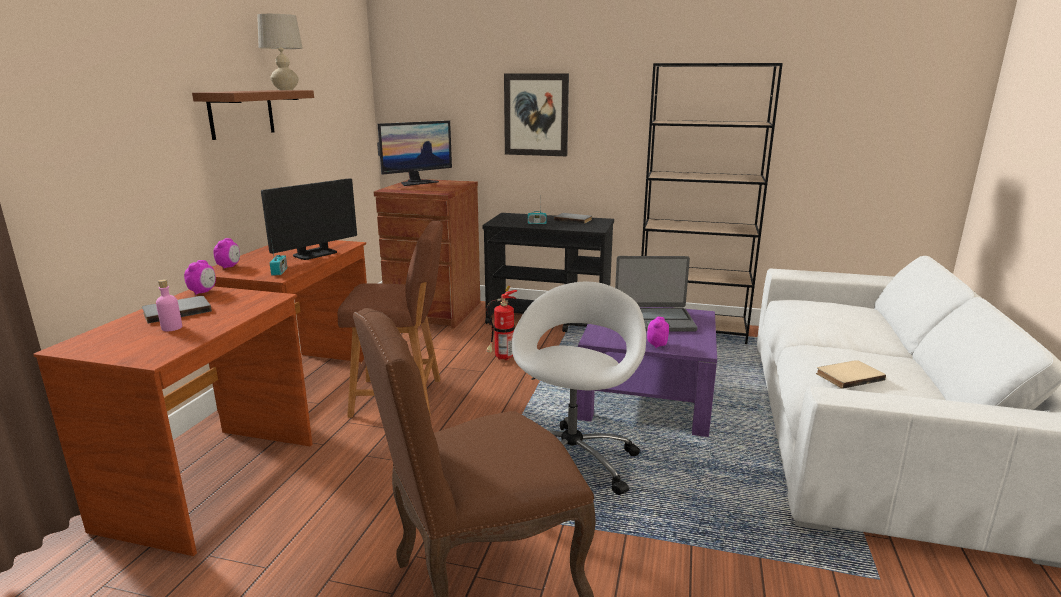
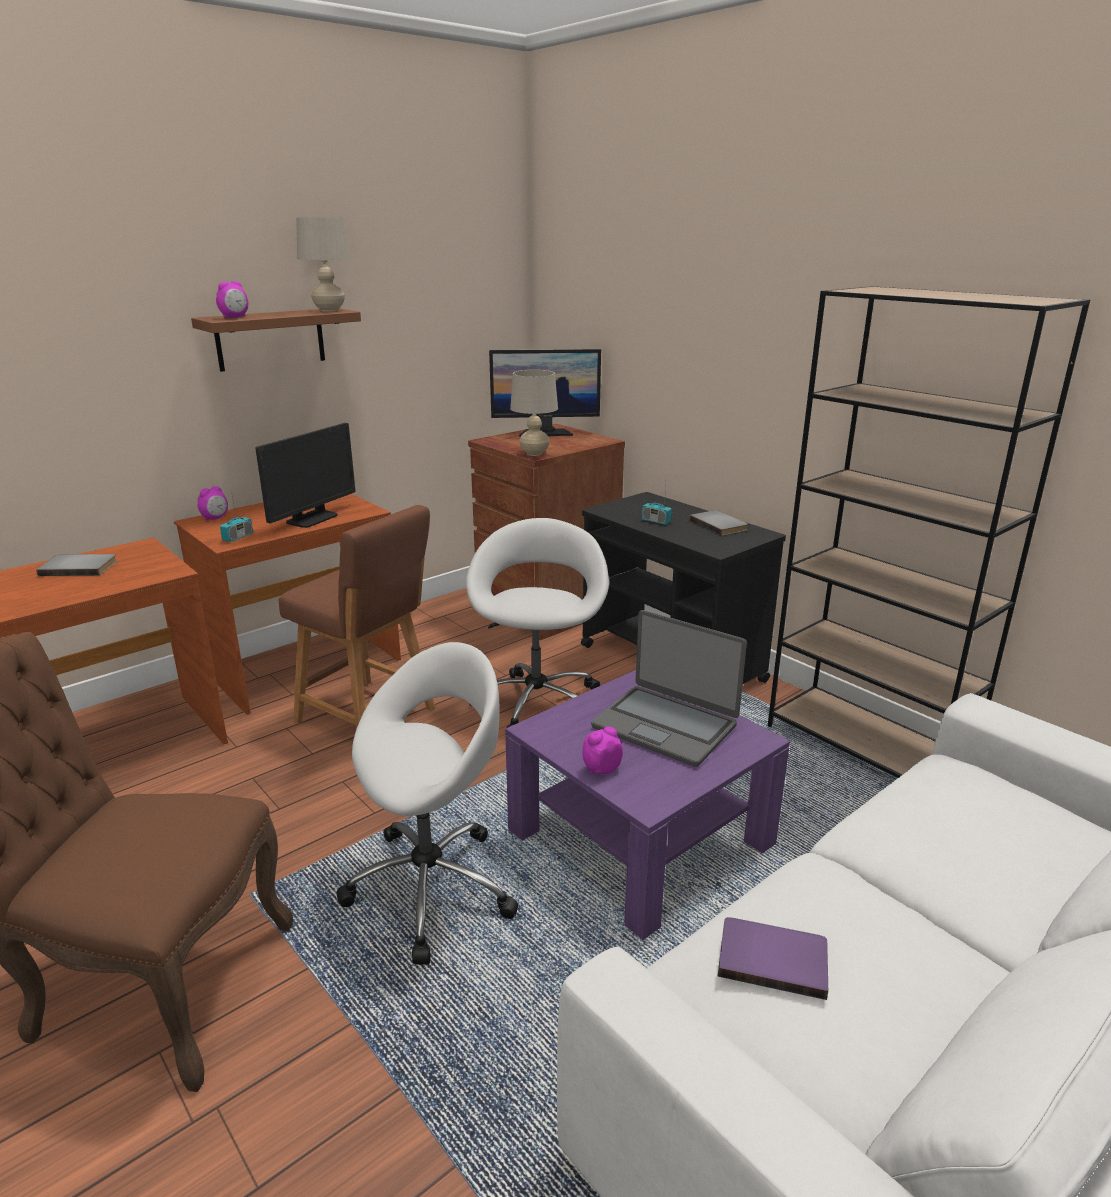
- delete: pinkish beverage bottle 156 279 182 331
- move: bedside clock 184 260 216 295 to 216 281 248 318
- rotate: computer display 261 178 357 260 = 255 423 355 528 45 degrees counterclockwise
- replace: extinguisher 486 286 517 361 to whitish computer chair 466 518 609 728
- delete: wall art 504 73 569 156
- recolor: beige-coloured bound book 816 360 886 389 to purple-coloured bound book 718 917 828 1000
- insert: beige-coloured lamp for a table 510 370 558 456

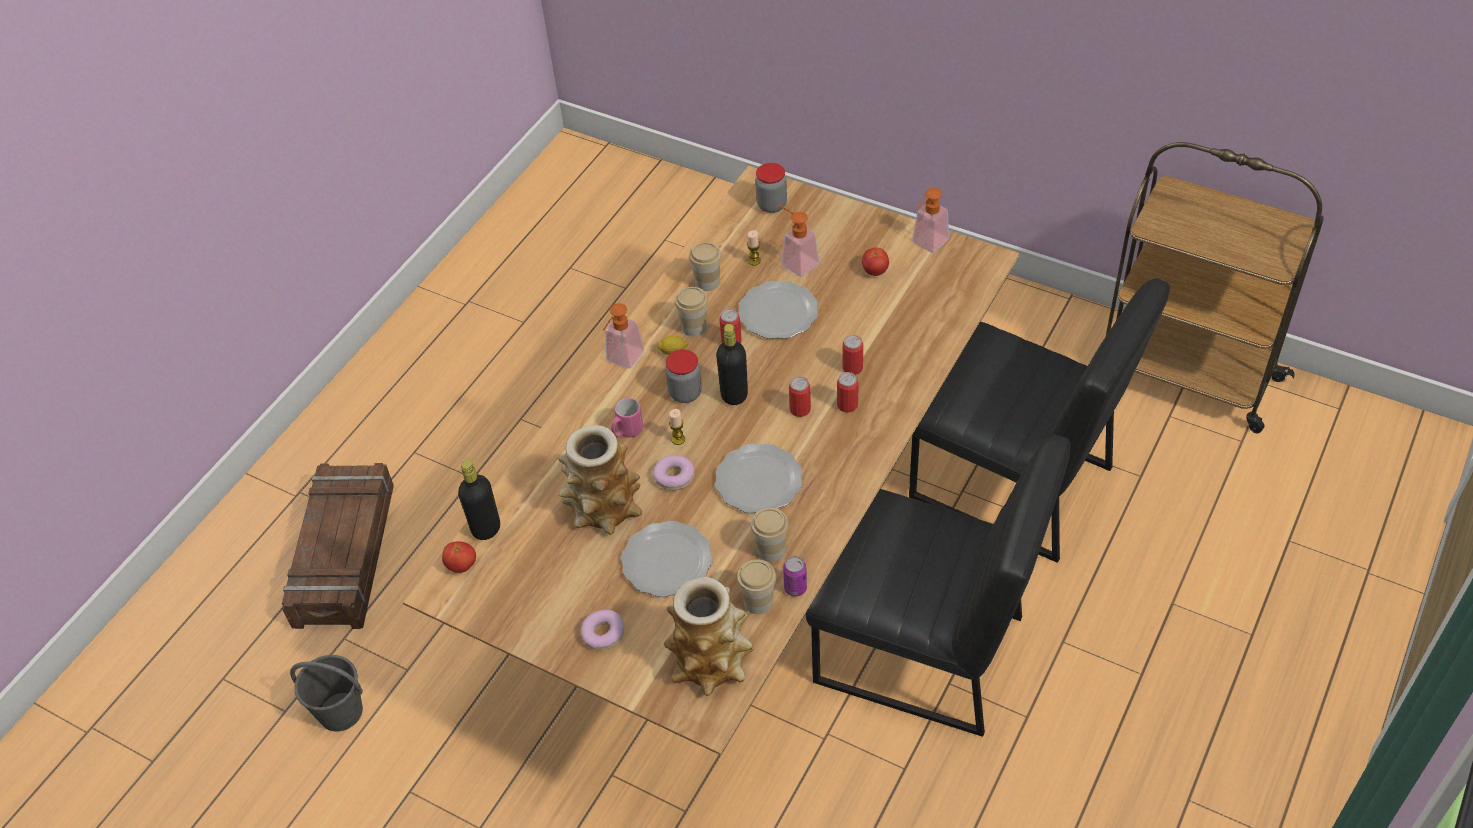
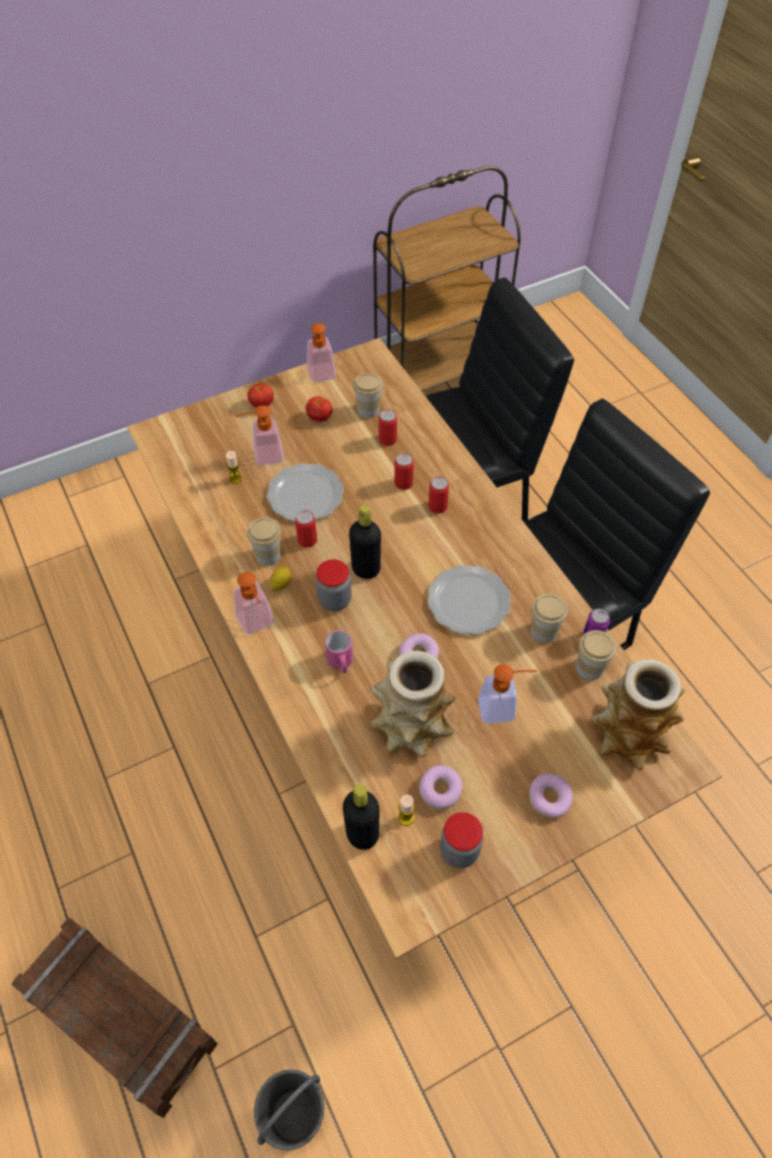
- move: whole tomato 442 541 476 573 to 247 383 274 408
- replace: flat dish 621 521 713 597 to soap bottle 478 664 537 724
- move: wax light 669 409 685 445 to 398 794 415 826
- move: cup 689 242 722 291 to 353 373 383 418
- move: jar 755 163 787 213 to 440 812 483 868
- move: can 789 376 811 417 to 379 409 397 446
- insert: ring doughnut 419 765 462 810

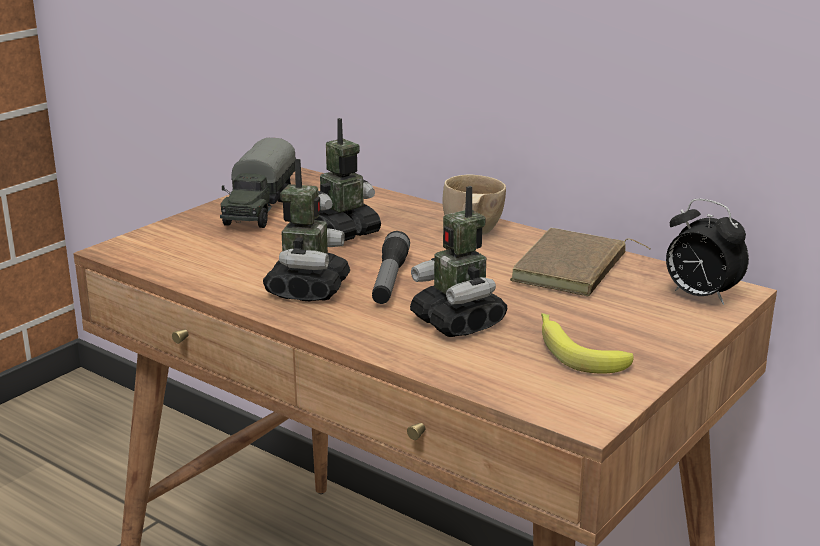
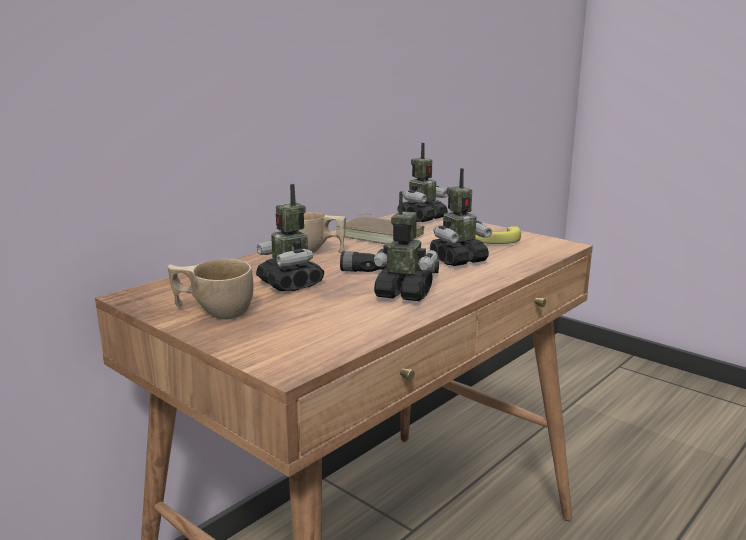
- replace: toy truck 220 138 296 228 to beige-coloured cup 167 259 253 319
- replace: bedside clock 666 199 749 305 to model robot 397 143 448 222

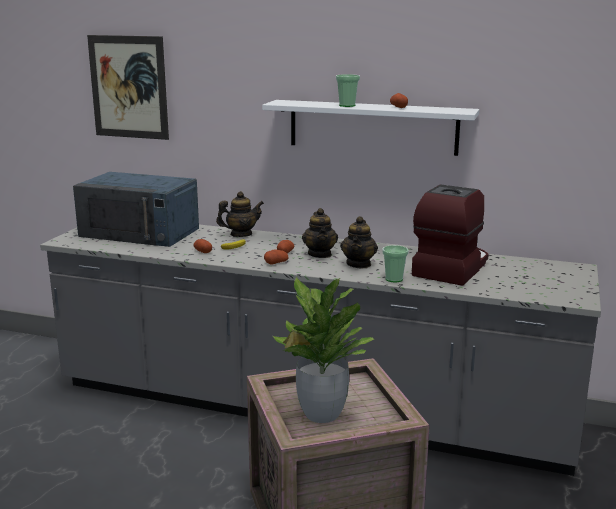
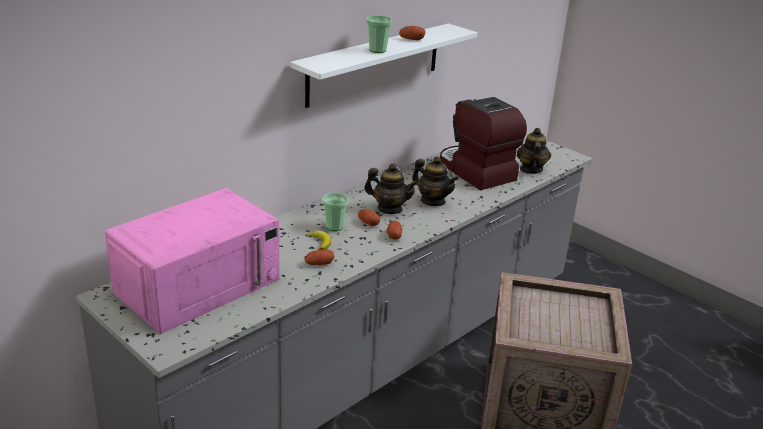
- recolor: bluish microwave oven 73 172 199 247 to pinkish microwave oven 105 188 280 334
- delete: wall art 87 35 169 140
- move: tea pot 216 191 264 237 to 517 128 551 174
- delete: plant in a pot 272 277 374 423
- move: cup 382 245 409 282 to 322 193 349 231

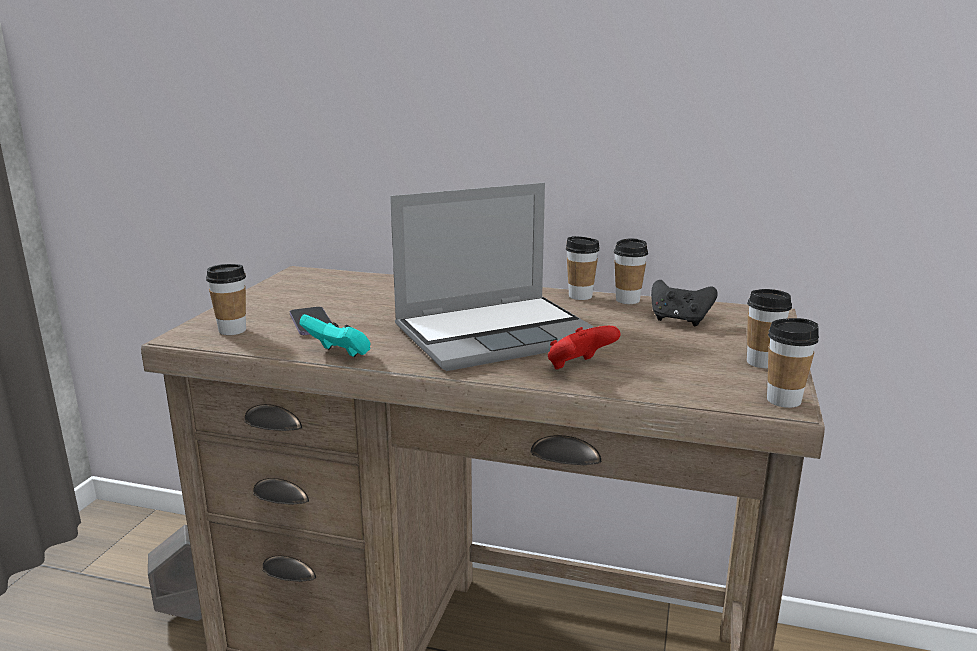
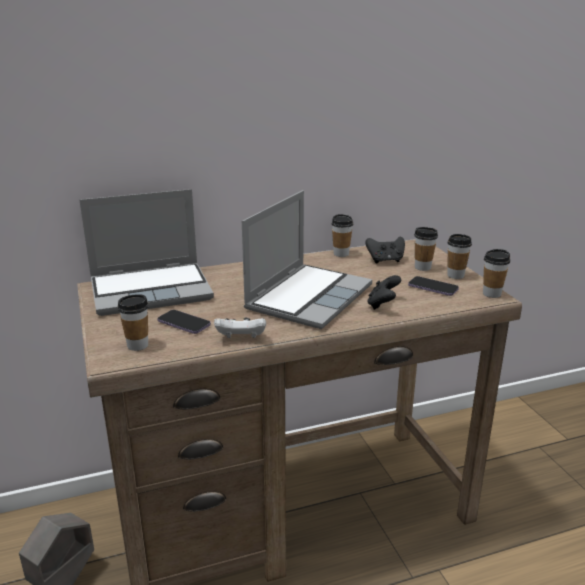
- recolor: turquoise gamepad 299 314 371 357 to whitish gamepad 214 318 266 338
- recolor: reddish gamepad 548 326 621 369 to black gamepad 367 275 401 310
- move: cup 566 236 600 300 to 414 227 438 271
- insert: laptop 79 189 214 316
- insert: handset 408 276 459 296

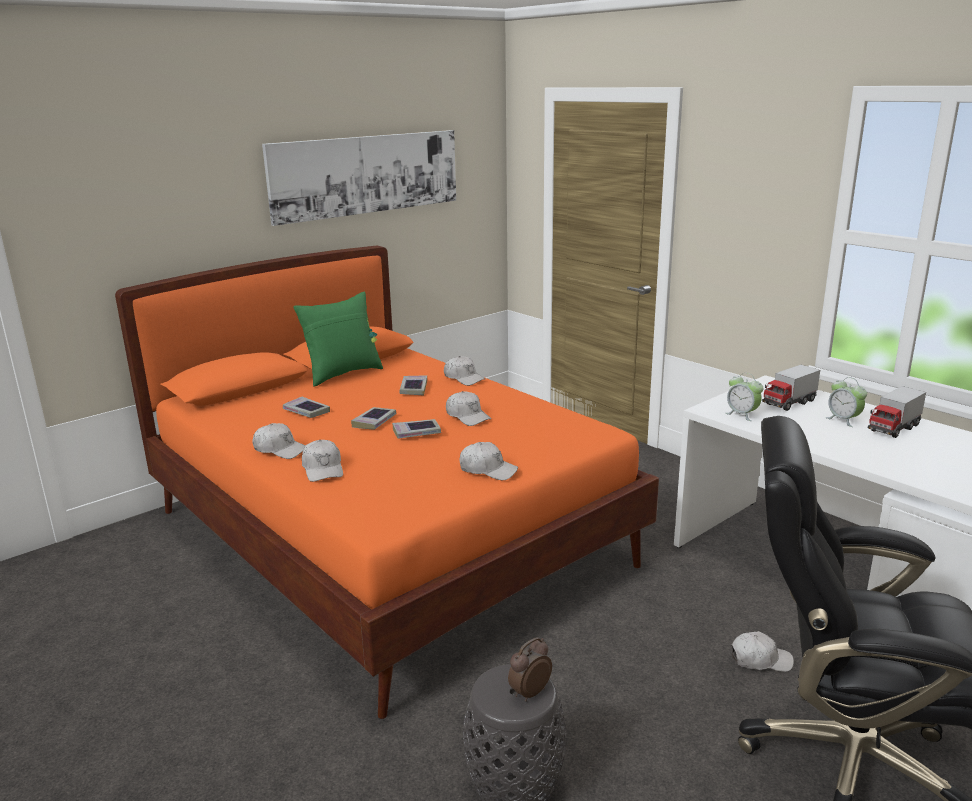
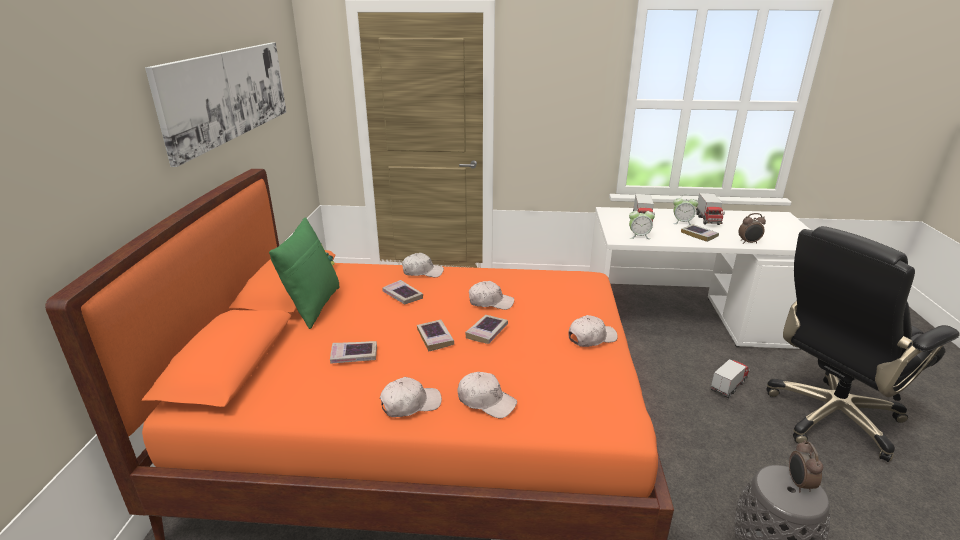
- replace: whitish peaked cap 731 631 794 672 to toy truck 710 359 750 399
- insert: bound book 681 224 719 242
- insert: bedside clock 738 213 766 244

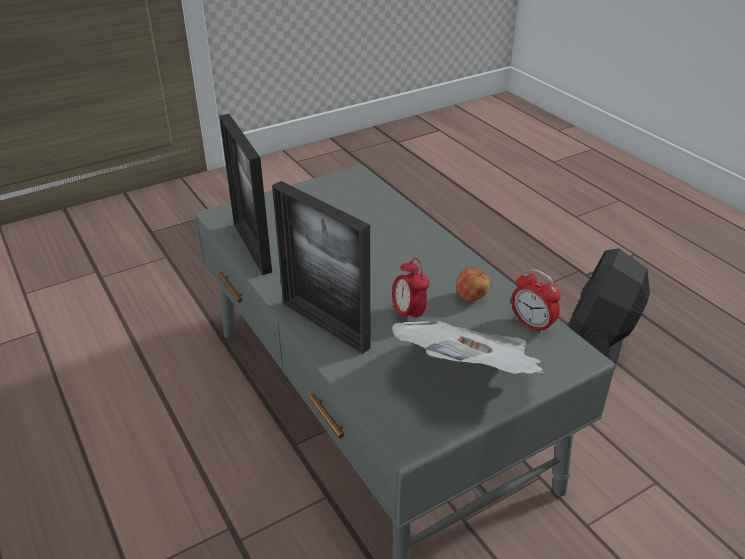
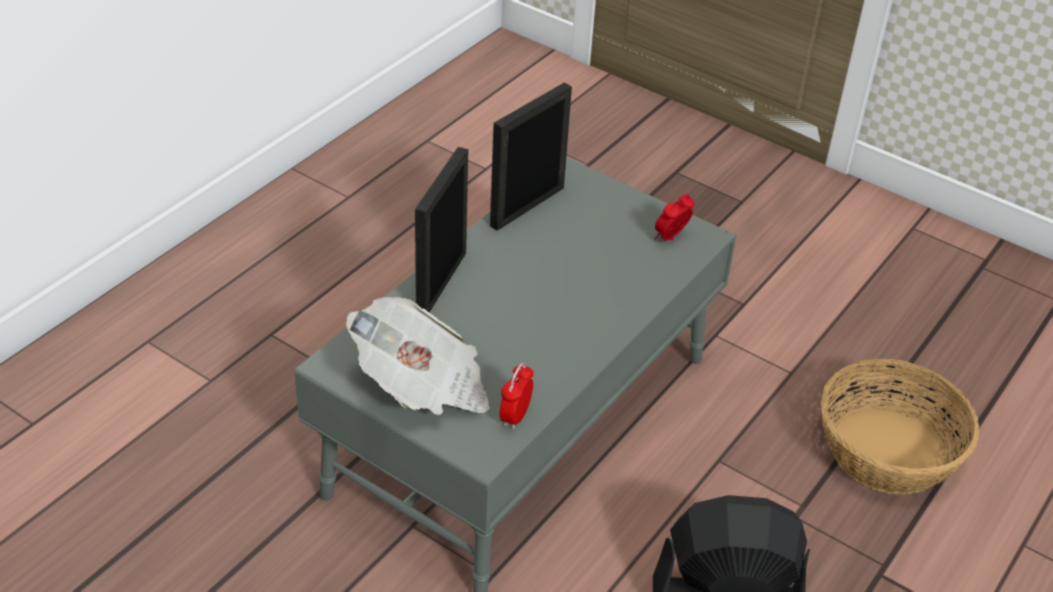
- move: bedside clock 392 258 429 322 to 655 194 695 241
- delete: apple fruit 456 267 490 302
- insert: household basket 821 359 980 495

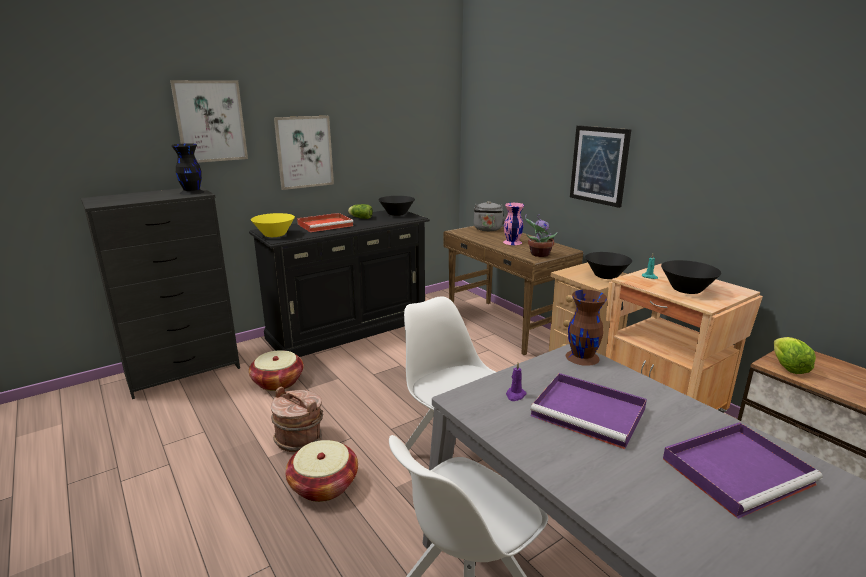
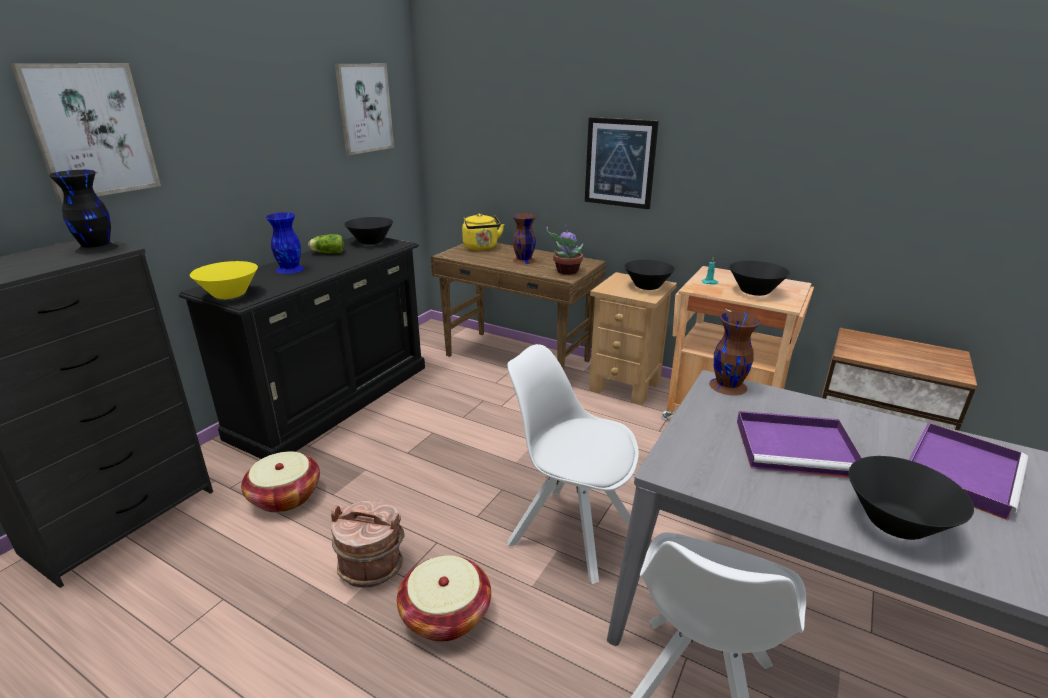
- move: wall art 274 116 334 190 to 335 64 394 155
- replace: reddish carrying tray 297 213 353 232 to bluish vase 266 212 304 274
- recolor: gray tea kettle 474 201 508 231 to yellowish tea kettle 462 213 504 251
- recolor: pinkish vase 503 203 524 245 to brown vase 513 213 536 264
- delete: purple-coloured wax light 506 363 527 401
- delete: lettuce 774 337 816 374
- insert: black serving bowl 848 456 974 540

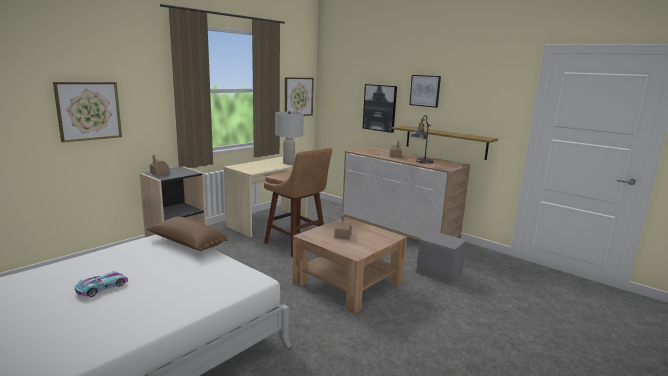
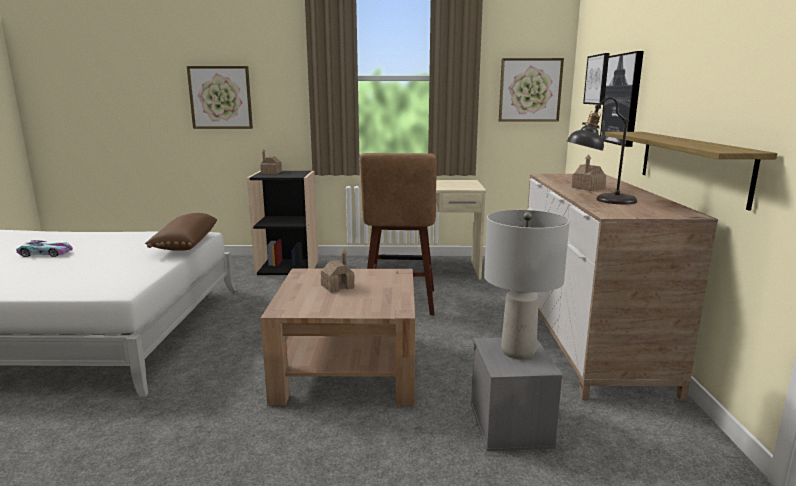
- move: gray lamp for a table 276 111 304 164 to 484 210 570 360
- move: wall art 409 75 441 108 to 583 53 609 105

